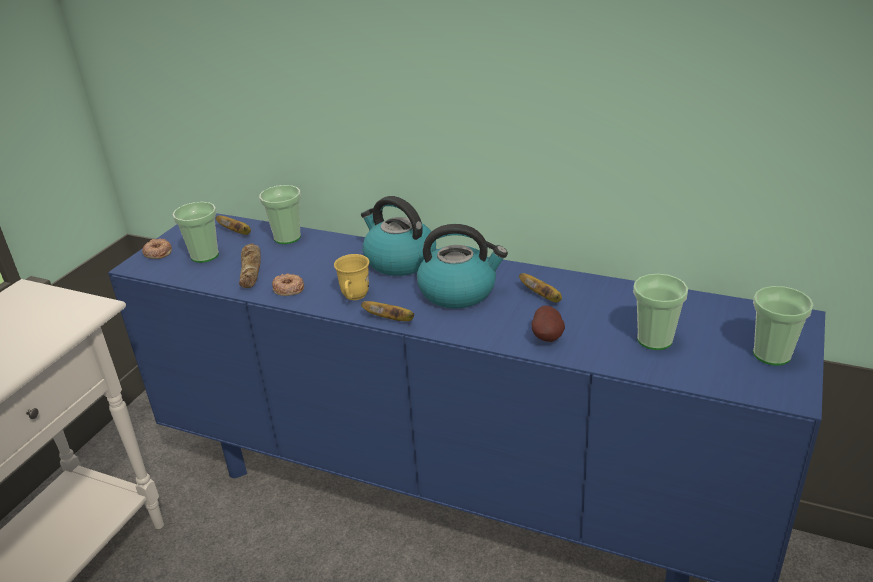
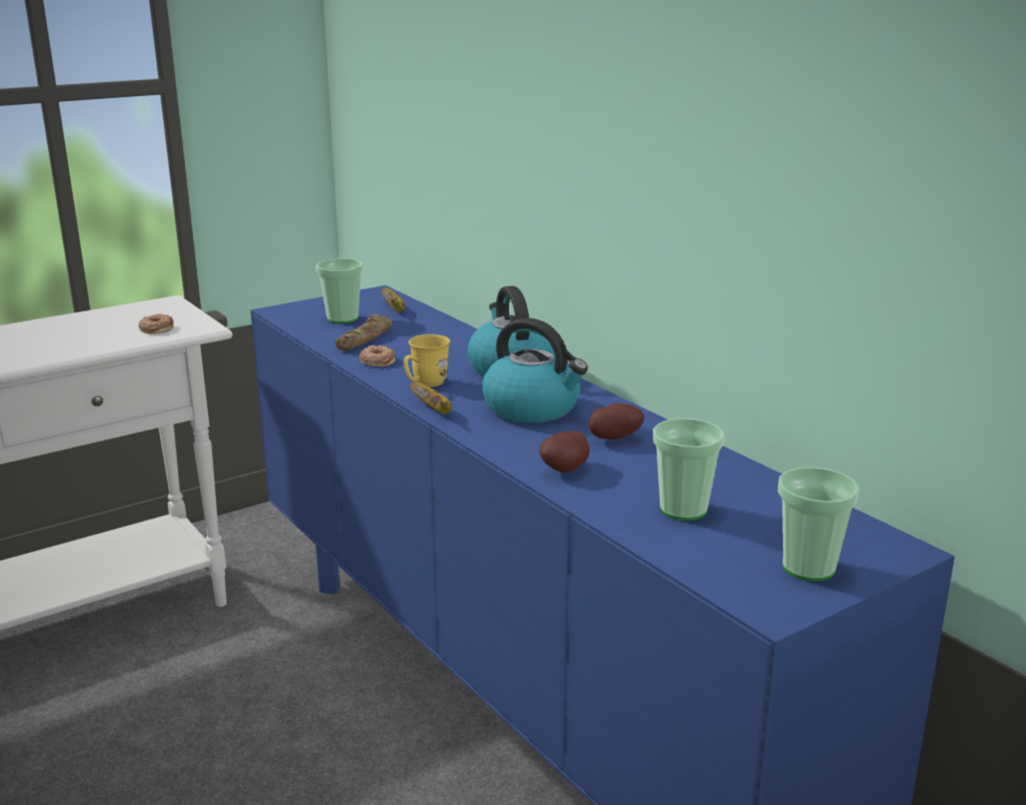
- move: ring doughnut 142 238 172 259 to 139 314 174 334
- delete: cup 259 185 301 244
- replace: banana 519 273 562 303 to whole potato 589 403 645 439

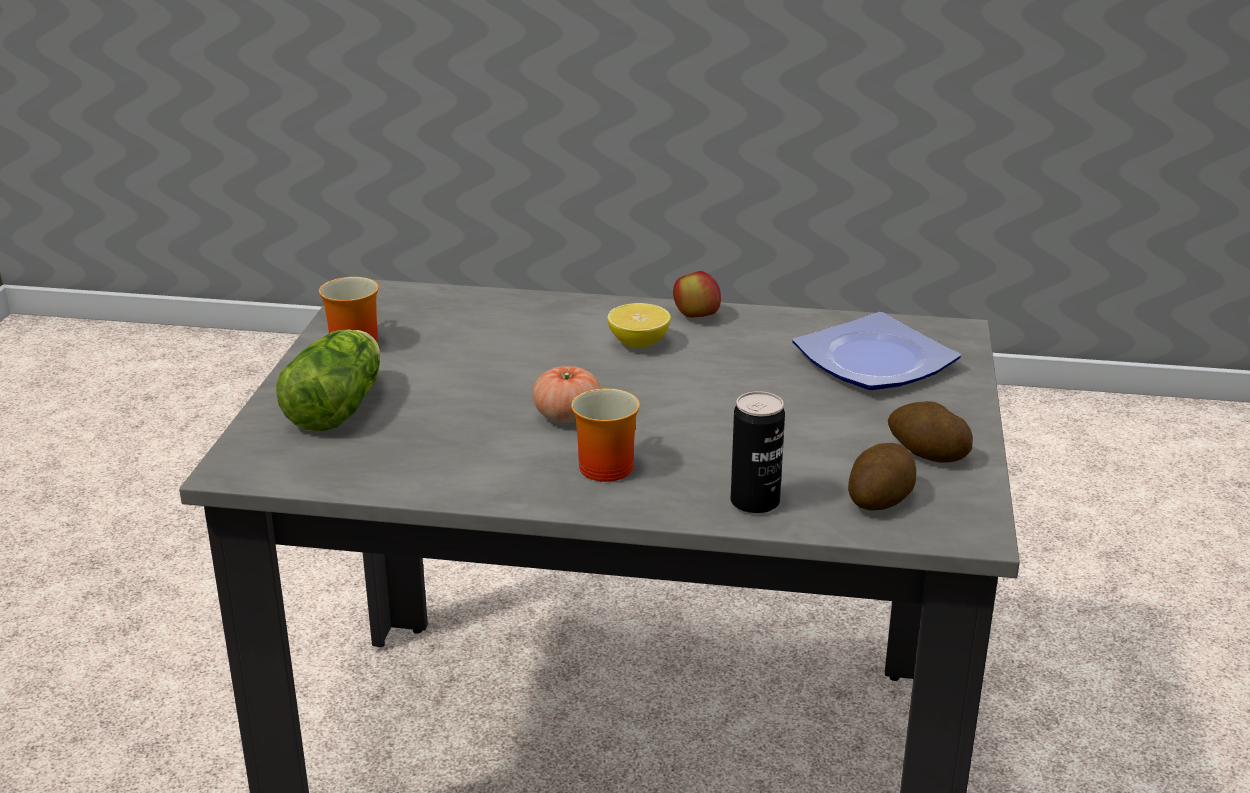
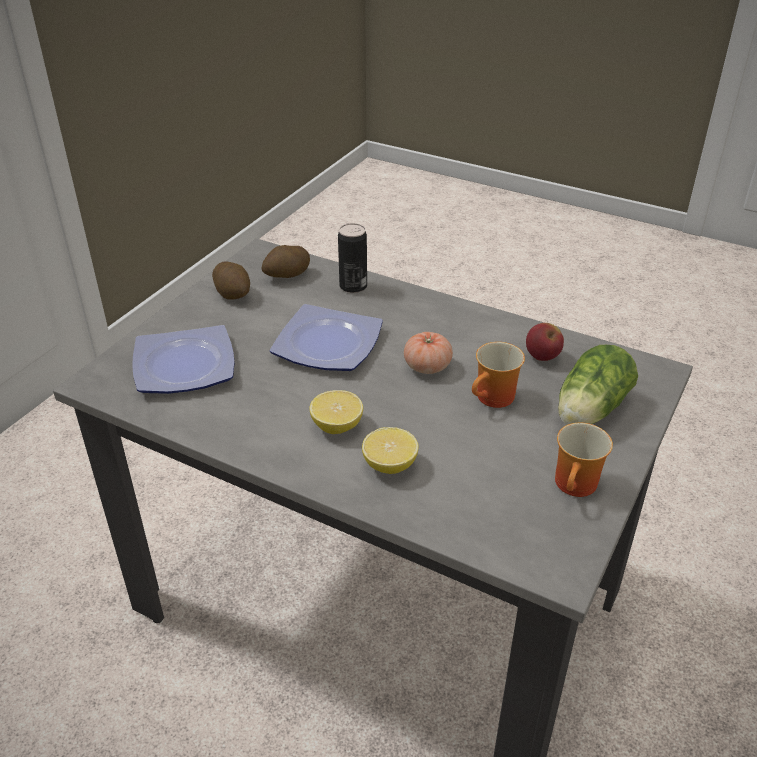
- move: coffee mug 571 388 640 482 to 472 342 525 408
- move: apple fruit 673 271 721 318 to 526 323 564 361
- insert: flat dish 270 304 383 371
- insert: citrus fruit 362 427 419 474

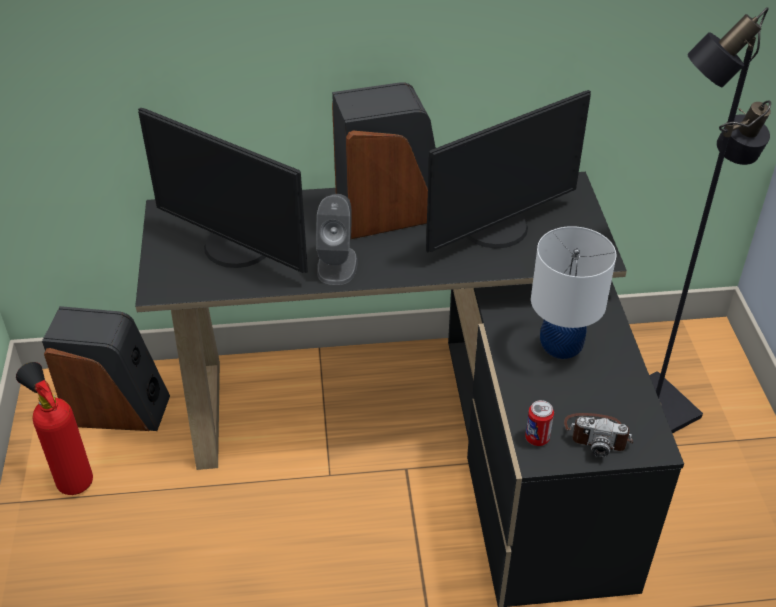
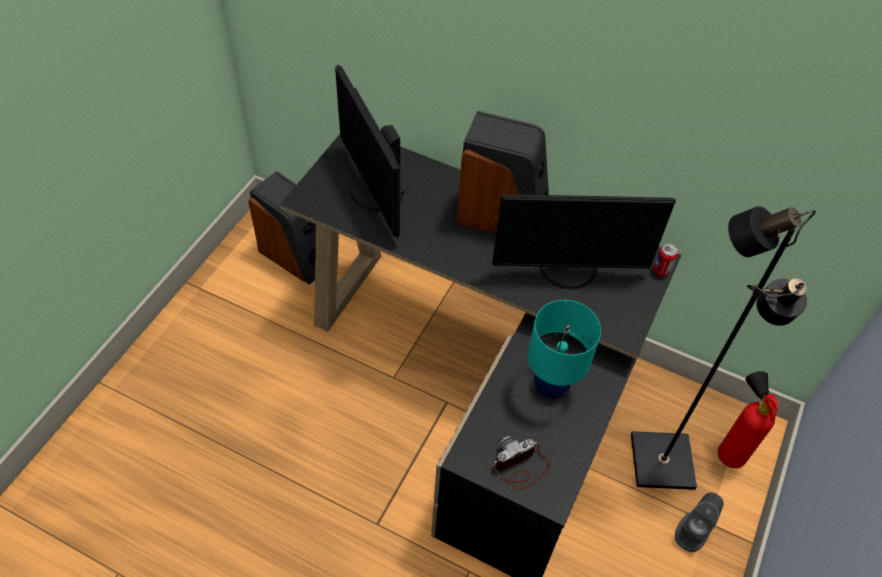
- move: extinguisher 16 362 93 495 to 718 371 779 468
- move: gray speaker 316 194 358 285 to 675 493 724 552
- move: can 525 400 554 446 to 653 244 678 276
- recolor: whitish lamp for a table 531 226 616 359 to turquoise lamp for a table 528 300 601 399
- rotate: still camera 564 413 633 457 = 492 435 550 490 105 degrees clockwise

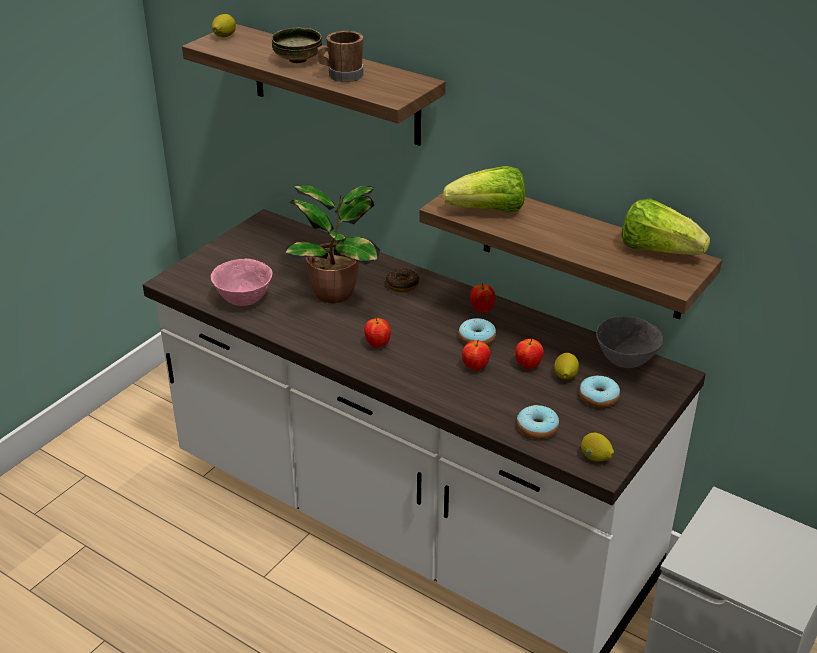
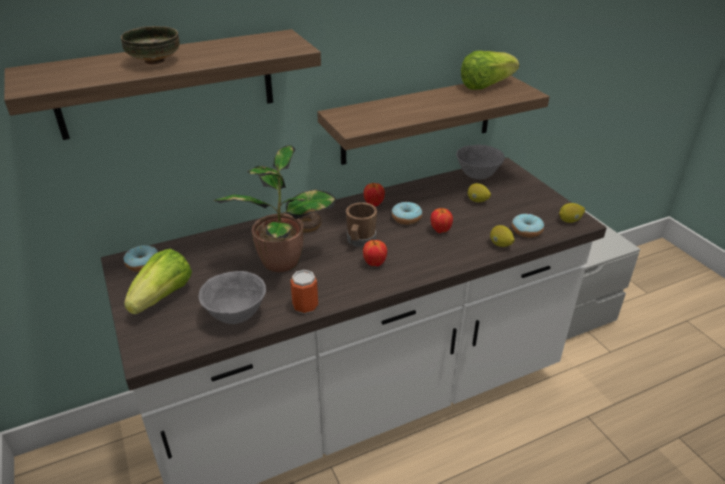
- recolor: pinkish serving bowl 210 259 272 306 to gray serving bowl 199 271 266 324
- move: citrus fruit 212 14 236 37 to 490 225 515 247
- move: brown coffee mug 317 31 363 82 to 346 202 377 247
- move: lettuce 443 166 525 213 to 124 249 192 314
- delete: apple fruit 515 338 544 370
- move: ring doughnut 579 376 620 408 to 123 245 158 272
- insert: can 290 270 318 314

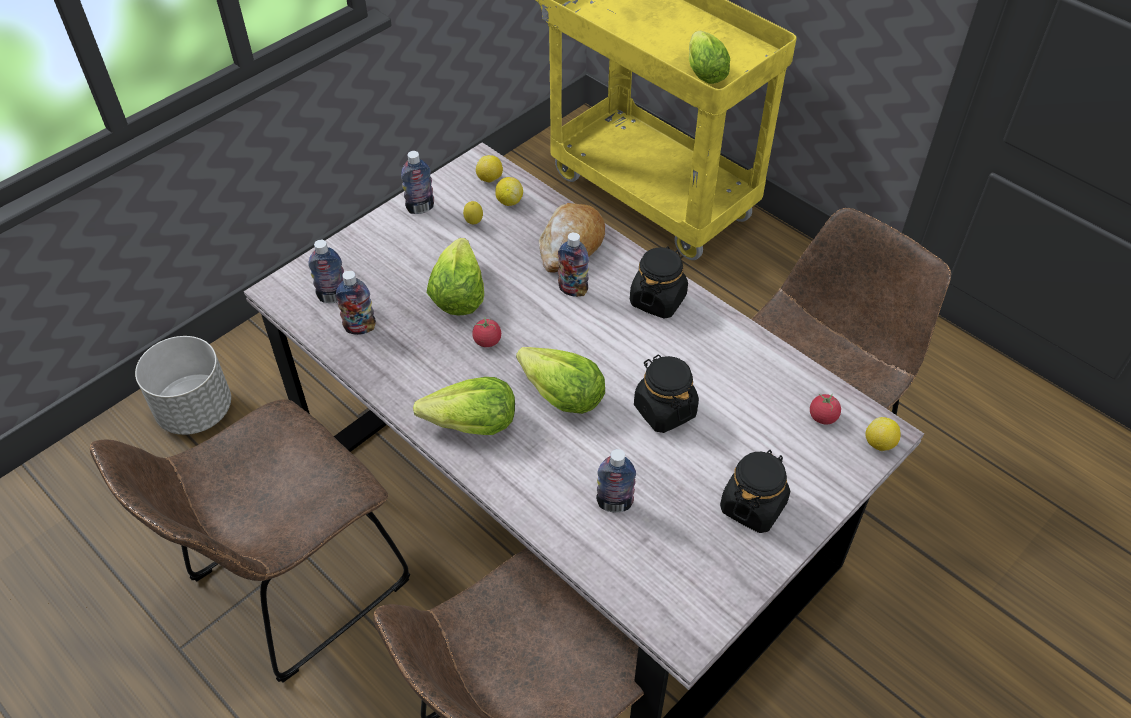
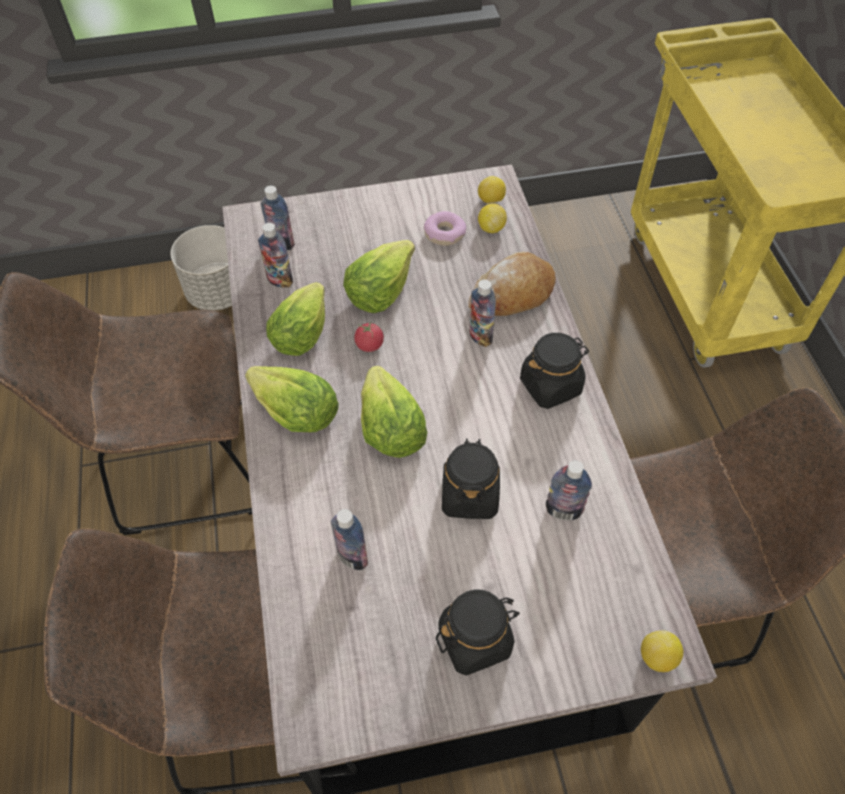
- move: beverage bottle 401 151 434 214 to 546 460 592 520
- replace: citrus fruit 463 201 483 224 to ring doughnut 424 211 467 246
- move: lettuce 689 31 730 84 to 266 282 325 356
- delete: whole tomato 810 394 841 424

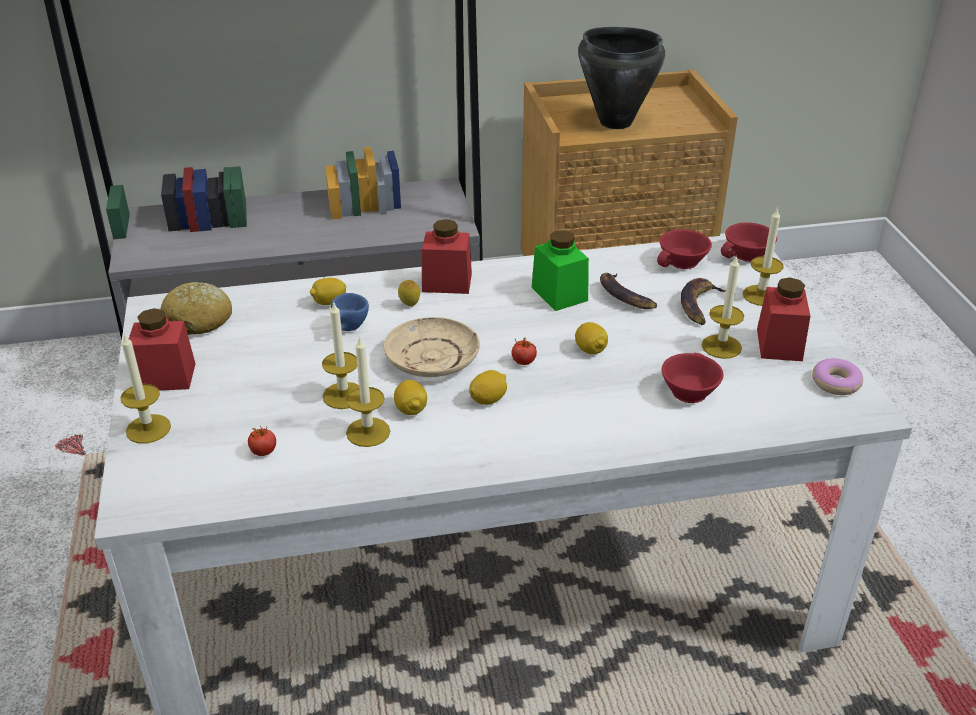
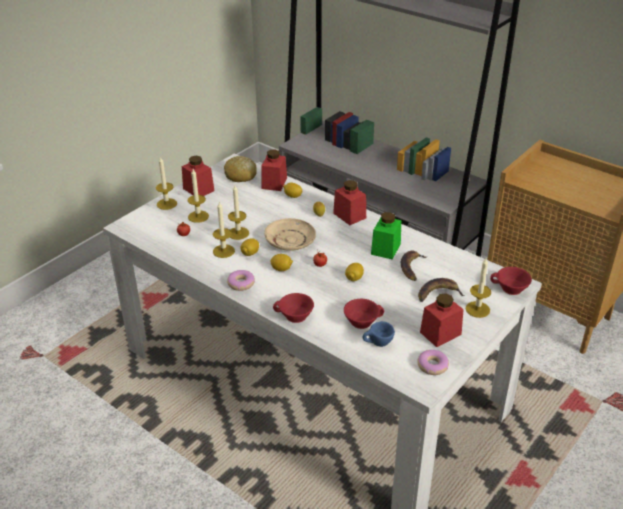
- move: bluish cup 331 293 369 331 to 363 321 395 347
- delete: black cooking pot 578 27 665 129
- move: reddish cup 657 229 712 269 to 273 293 314 323
- move: wax light 701 255 744 359 to 188 169 209 223
- insert: ring doughnut 227 270 255 291
- insert: reddish jar 261 149 287 191

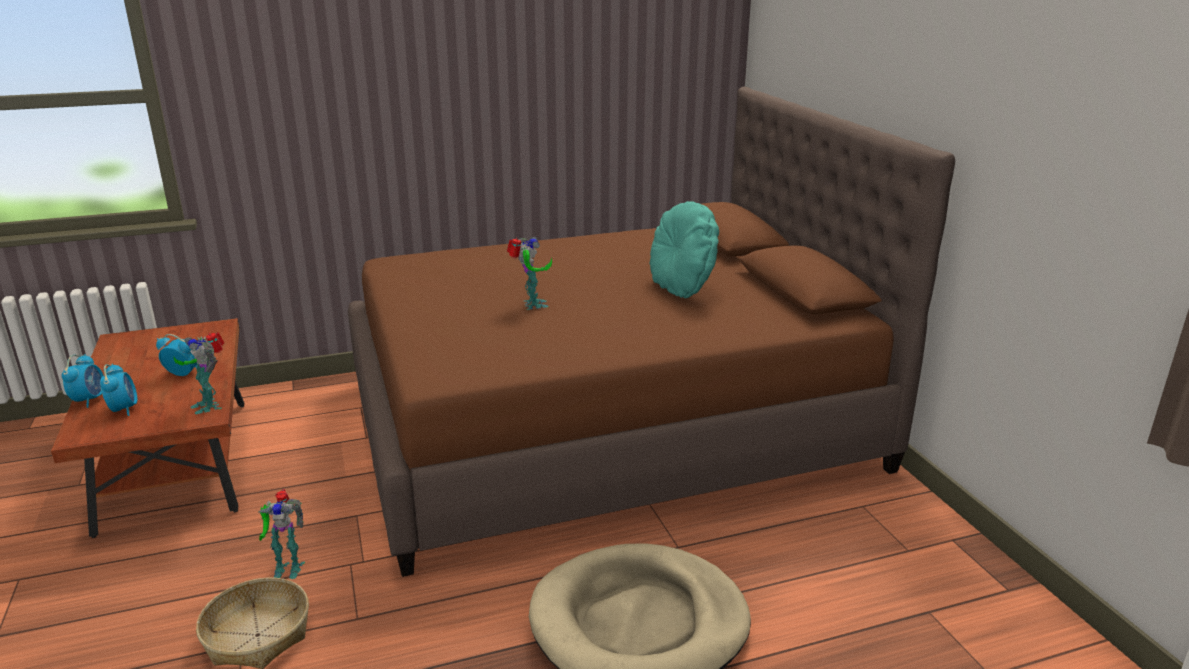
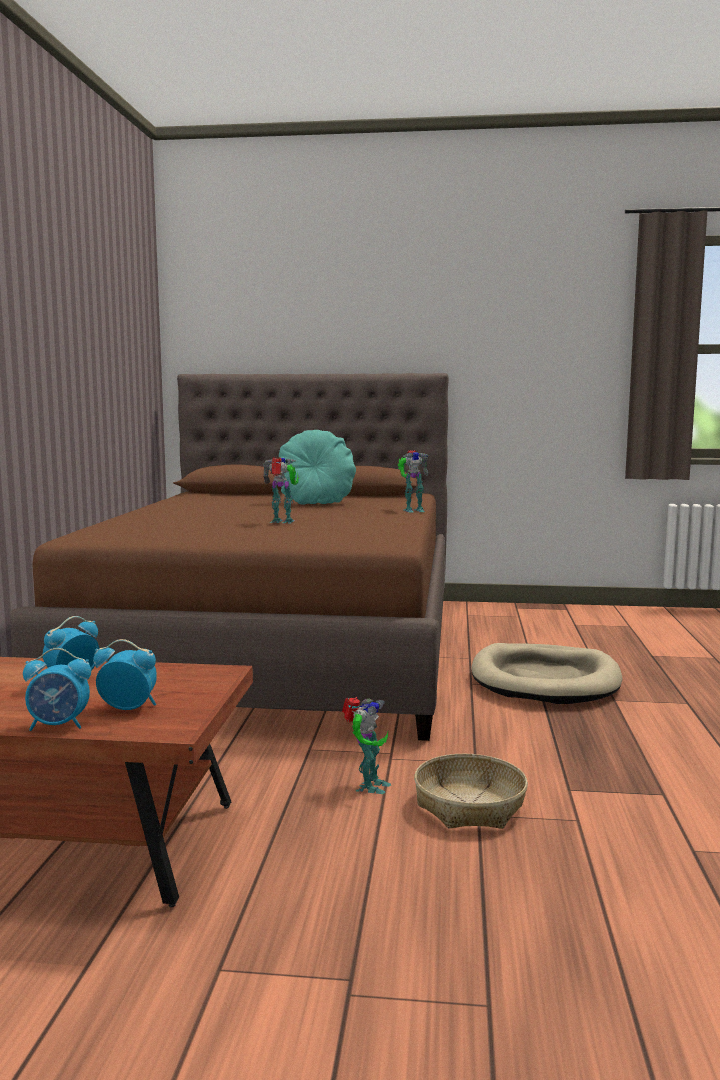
- rotate: bedside clock 62 354 104 408 = 23 648 91 731 150 degrees clockwise
- move: model robot 174 332 224 414 to 398 450 429 513

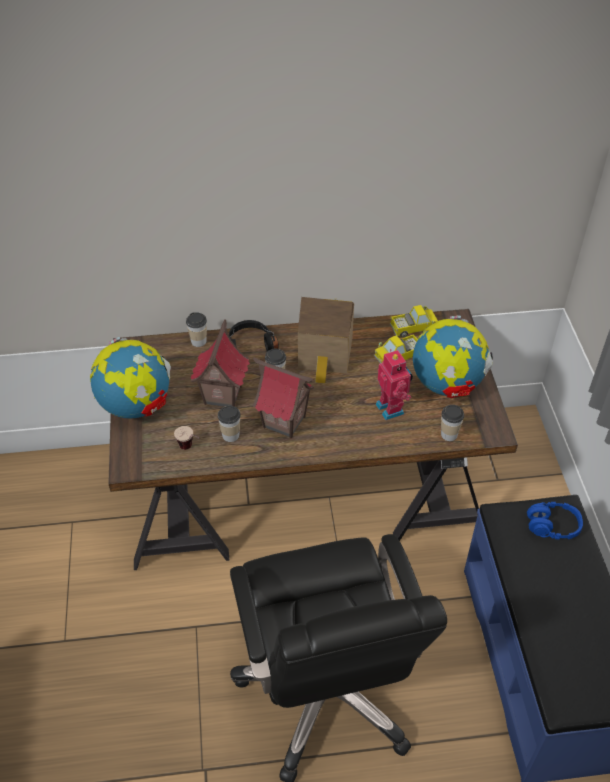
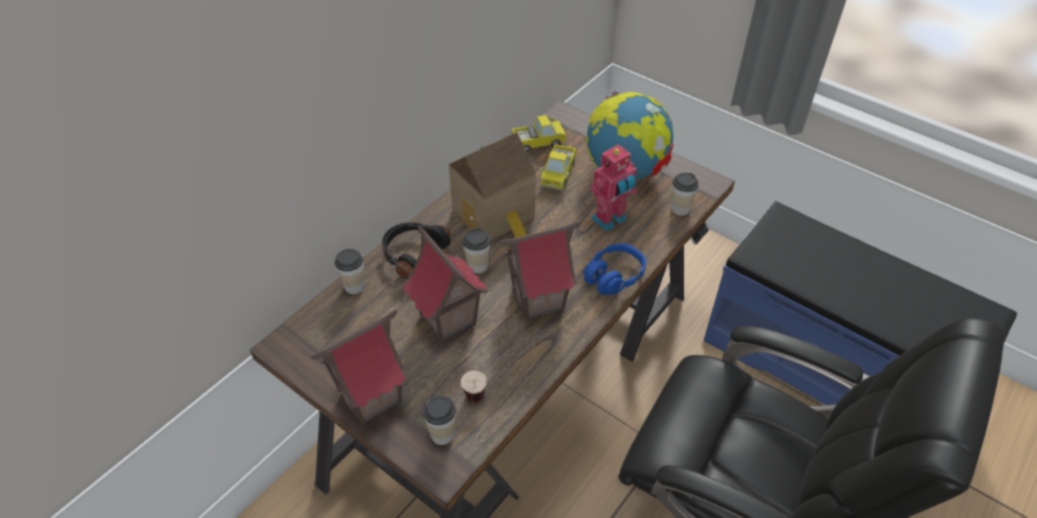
- replace: desk globe 90 337 171 419 to toy house 310 309 409 425
- move: cup 218 406 240 442 to 423 395 456 445
- rotate: model robot 376 349 413 420 = 590 145 637 231 120 degrees clockwise
- rotate: toy truck 390 305 438 337 = 511 115 567 152 45 degrees clockwise
- move: bluish headphones 527 502 583 540 to 584 243 646 295

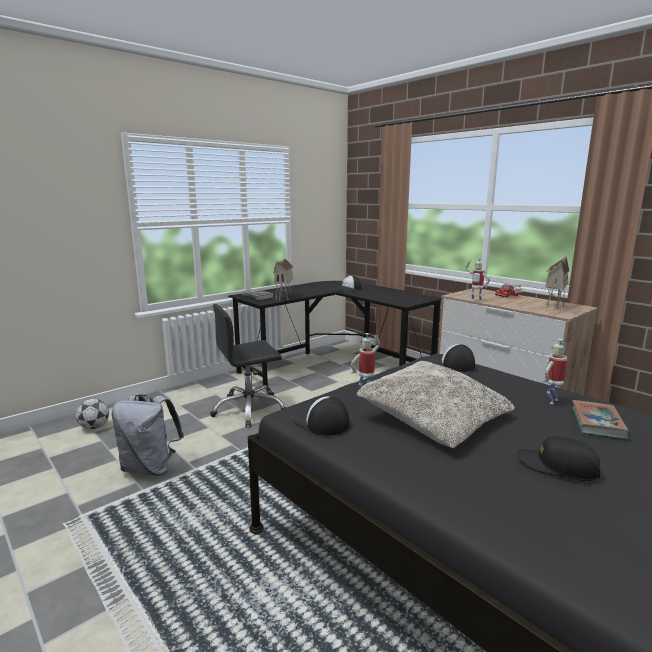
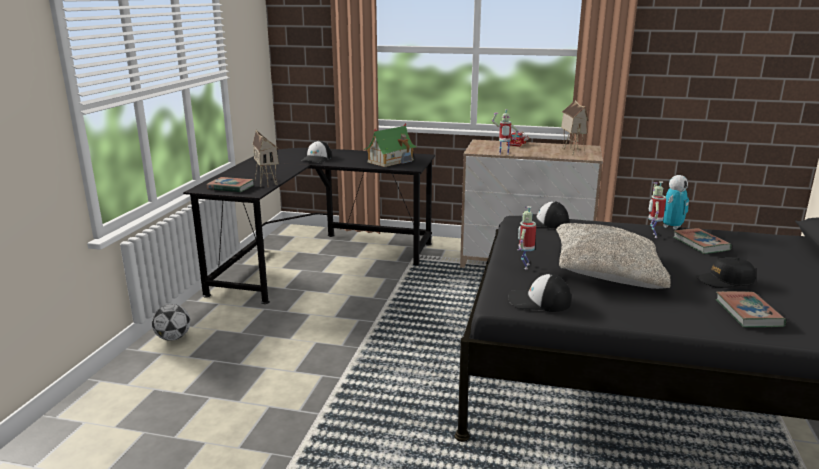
- move: ball for football 76 399 109 429 to 152 304 190 341
- delete: gray rucksack 111 394 184 476
- delete: black computer chair 210 304 287 427
- insert: toy house 364 123 417 167
- insert: model robot 663 175 689 230
- insert: bound book 716 291 786 327

